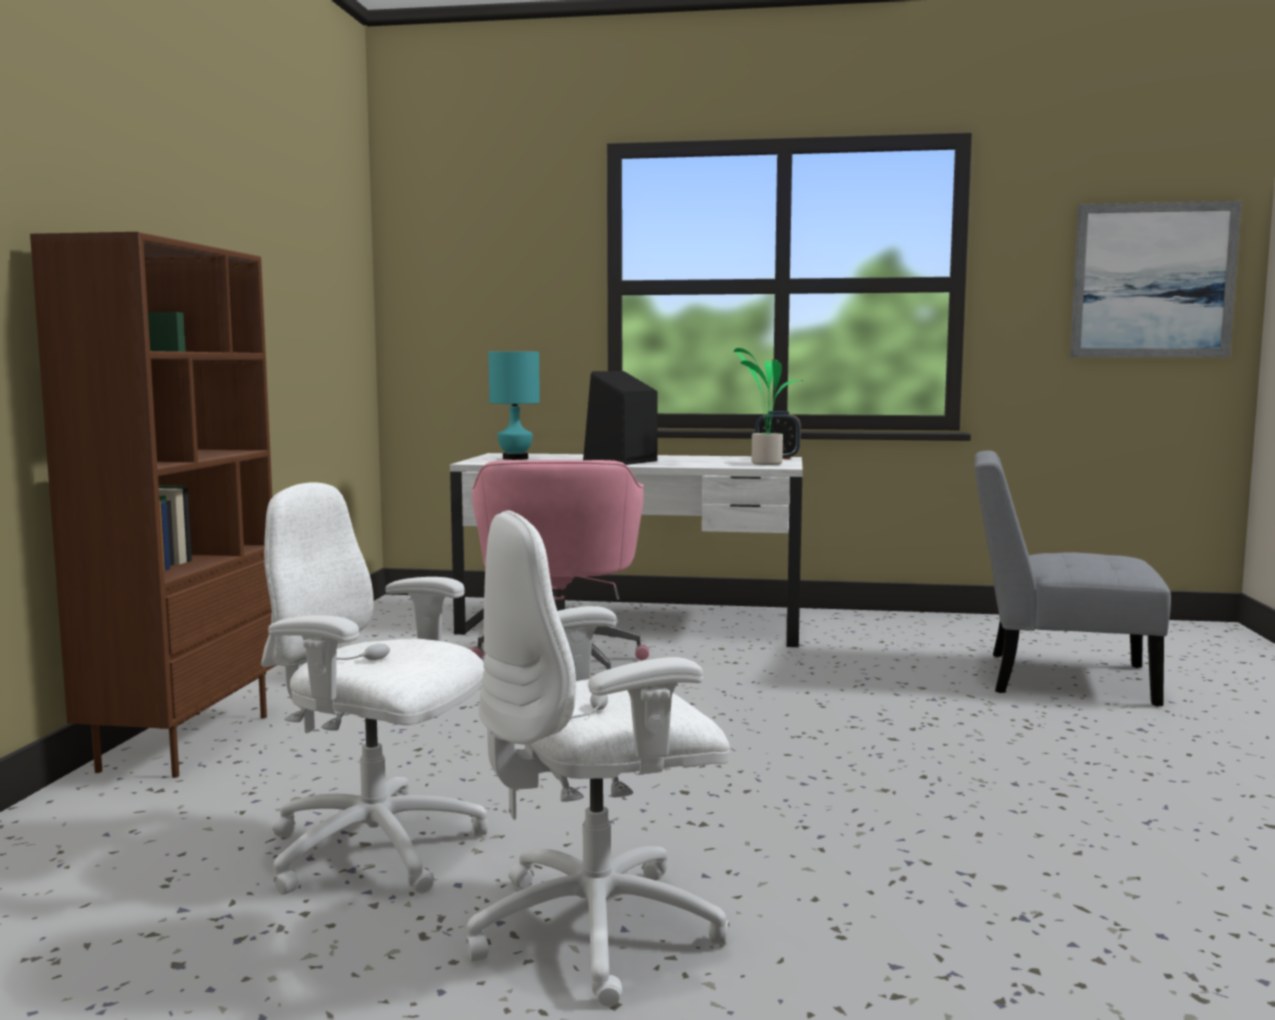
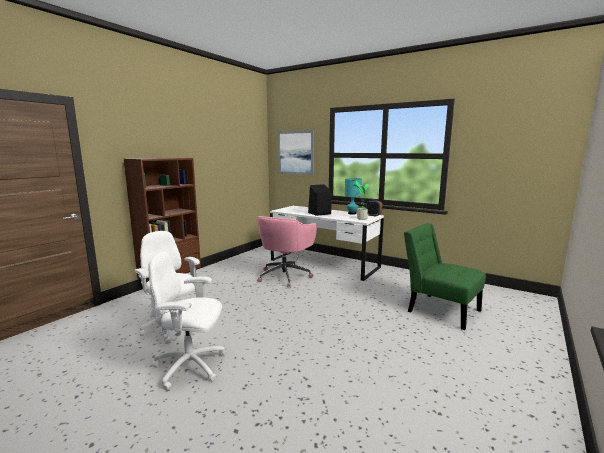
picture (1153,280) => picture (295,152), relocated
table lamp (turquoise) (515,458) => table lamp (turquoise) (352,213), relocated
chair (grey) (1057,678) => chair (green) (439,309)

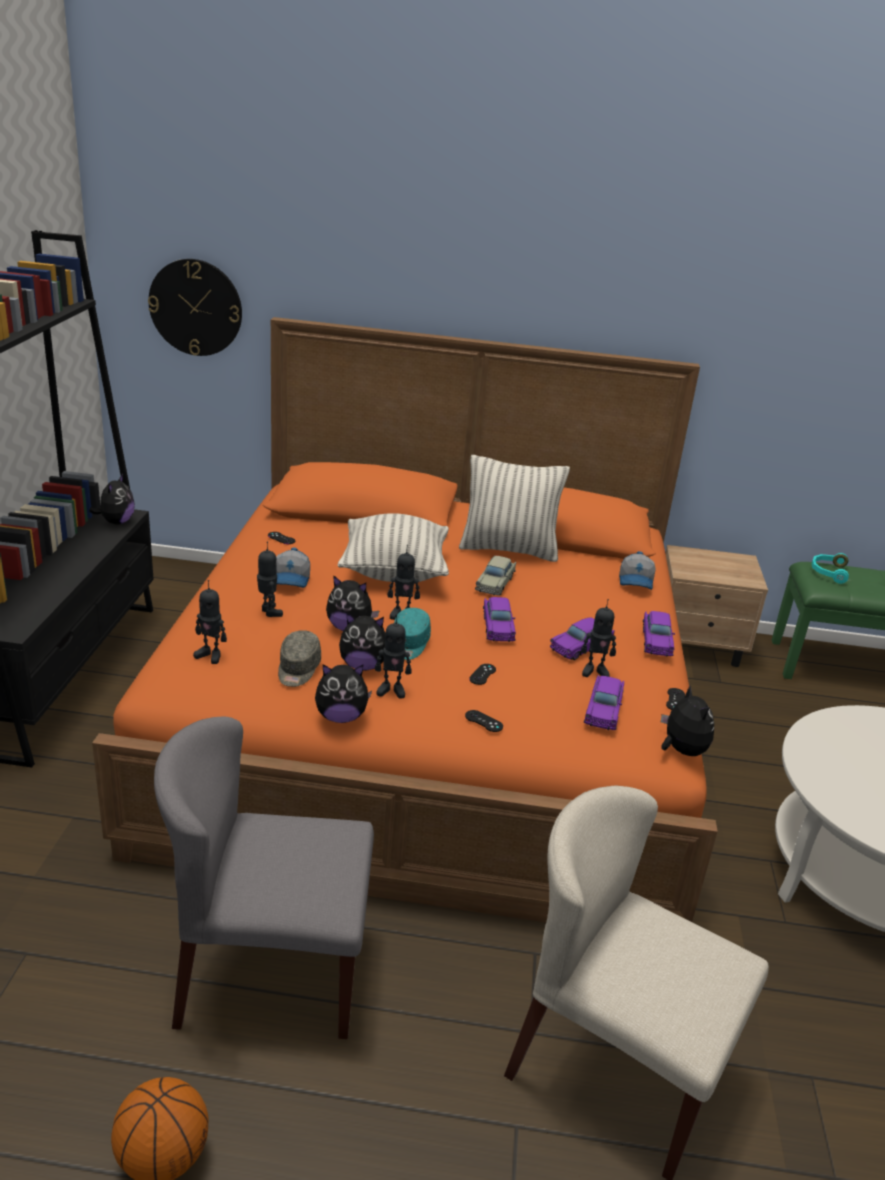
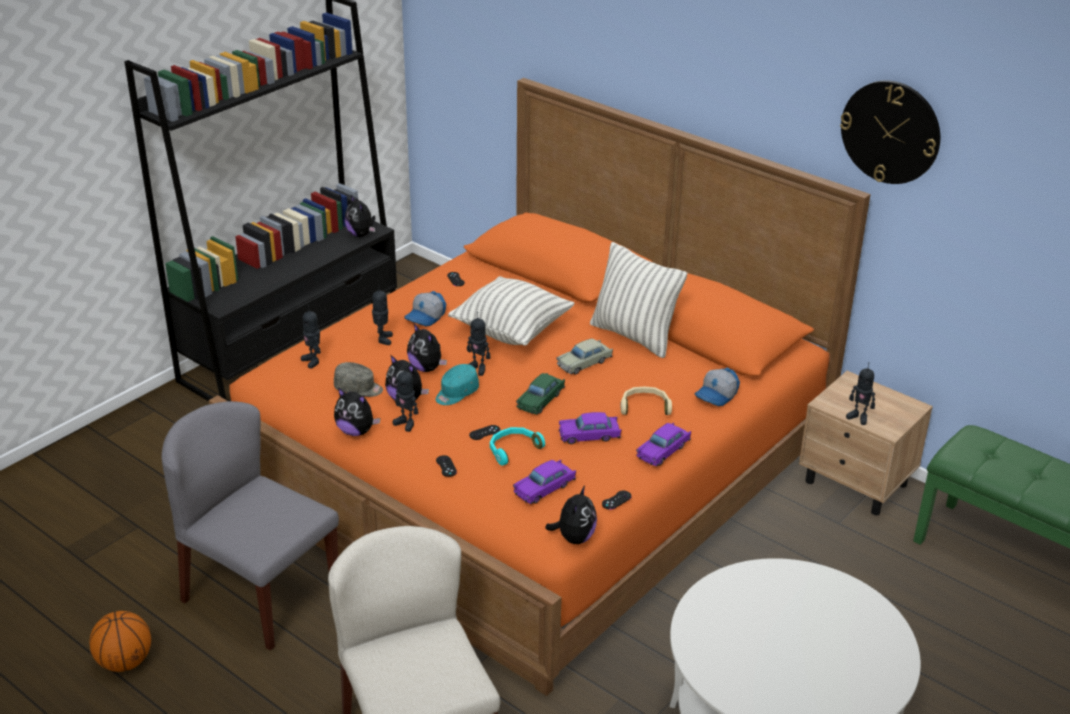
cap (grey) (298,669) => cap (grey) (358,388), 120 degrees counterclockwise
plush toy (116,522) => plush toy (361,234), 105 degrees clockwise
headphones (turquoise) (828,572) => headphones (turquoise) (513,449), relocated
toy car (purple) (498,627) => toy car (green) (541,400)
nothing => headphones (beige) (645,406)
wall clock (196,307) => wall clock (890,132), relocated
toy robot (594,671) => toy robot (858,417), relocated

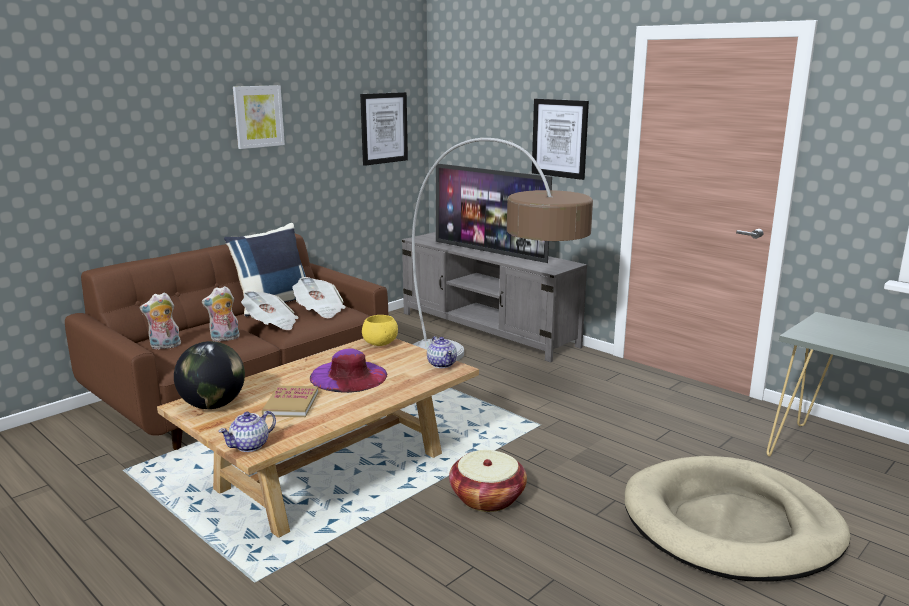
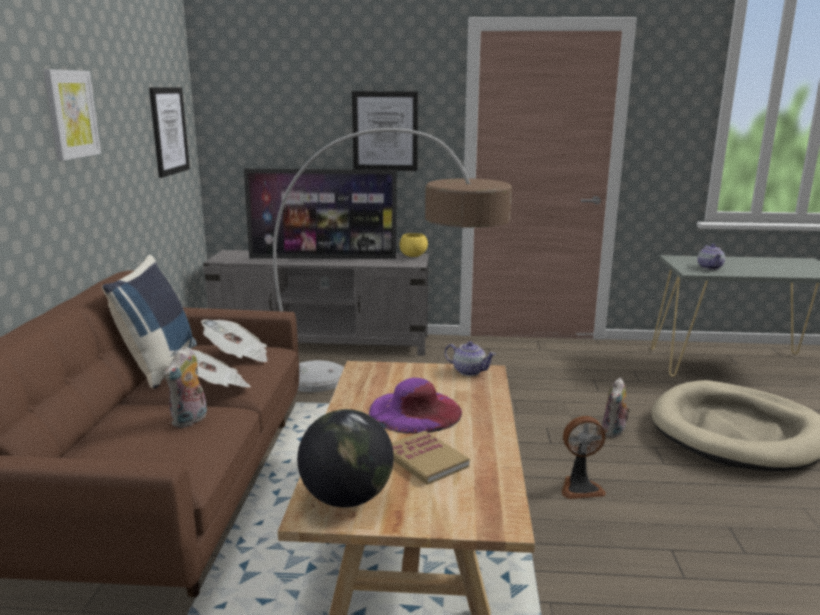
bowl (yellow) (380,344) => bowl (yellow) (413,256), relocated
basket (487,498) => fan (580,487)
plush toy (164,346) => plush toy (614,432), relocated
teapot (250,445) => teapot (710,267), relocated

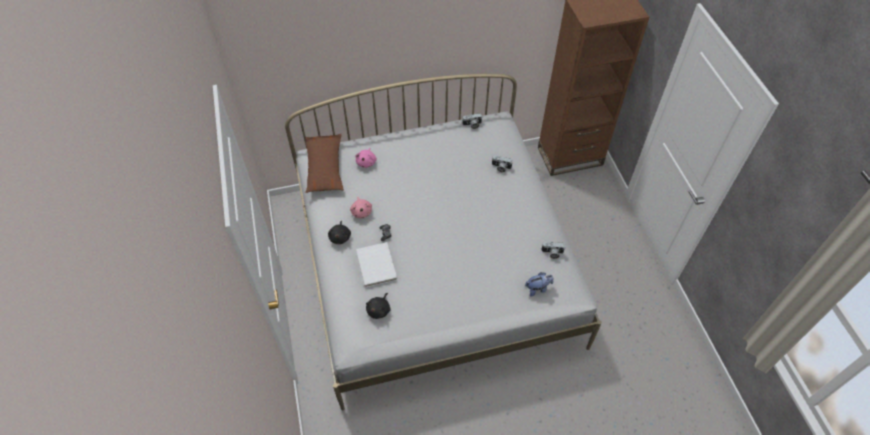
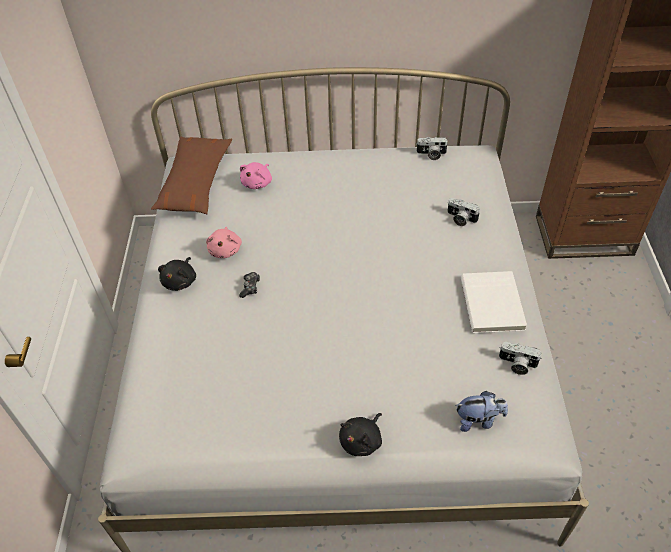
plush toy (black) (379,310) => plush toy (black) (362,440), relocated
book (white) (377,265) => book (white) (493,303), relocated

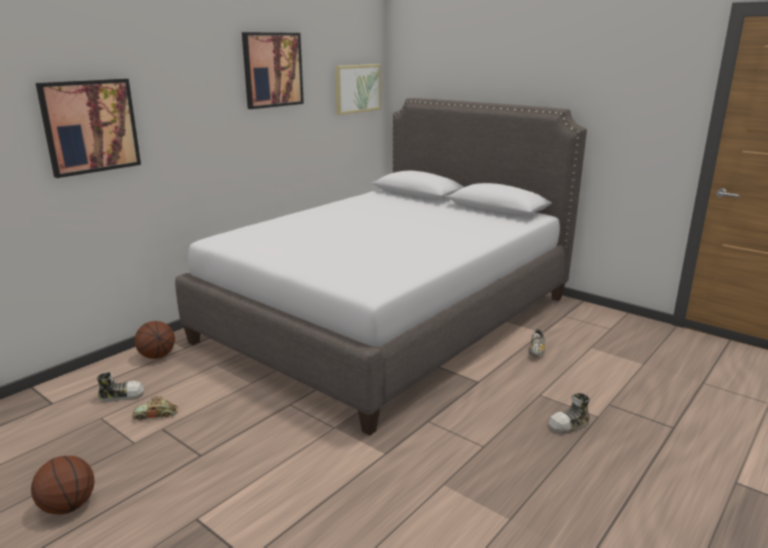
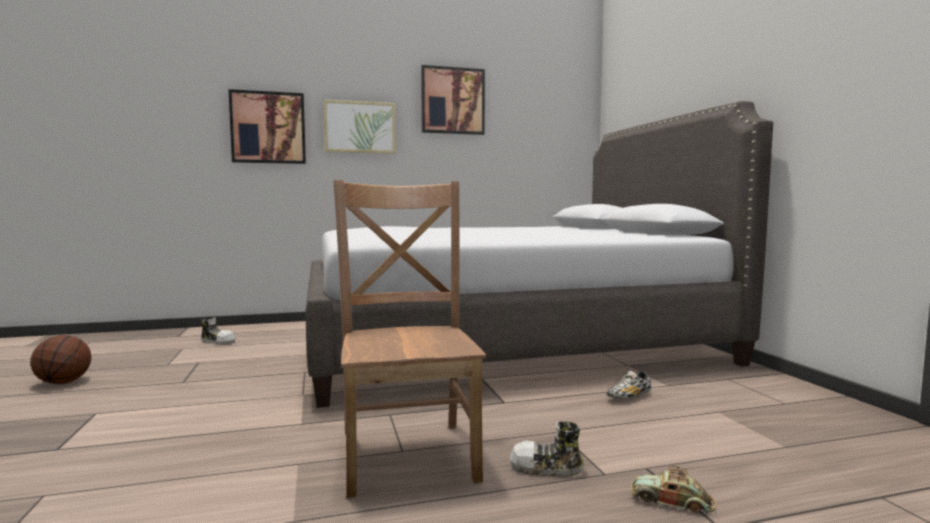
picture (357,88) => picture (360,127), relocated
nothing => chair (brown) (408,452)
toy car (155,415) => toy car (671,501), relocated
basketball (157,356) => nothing

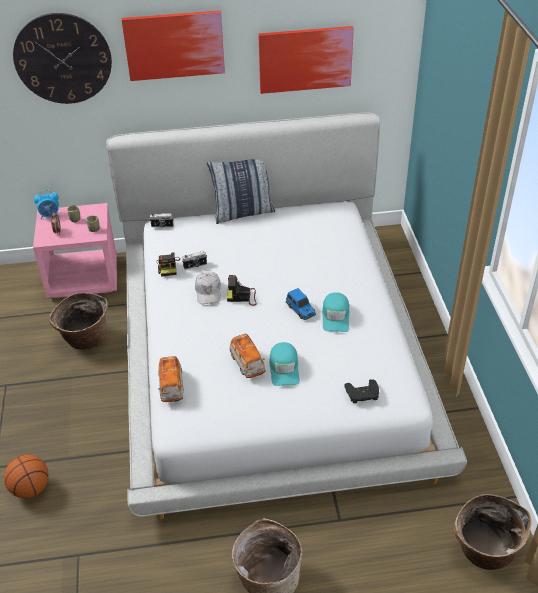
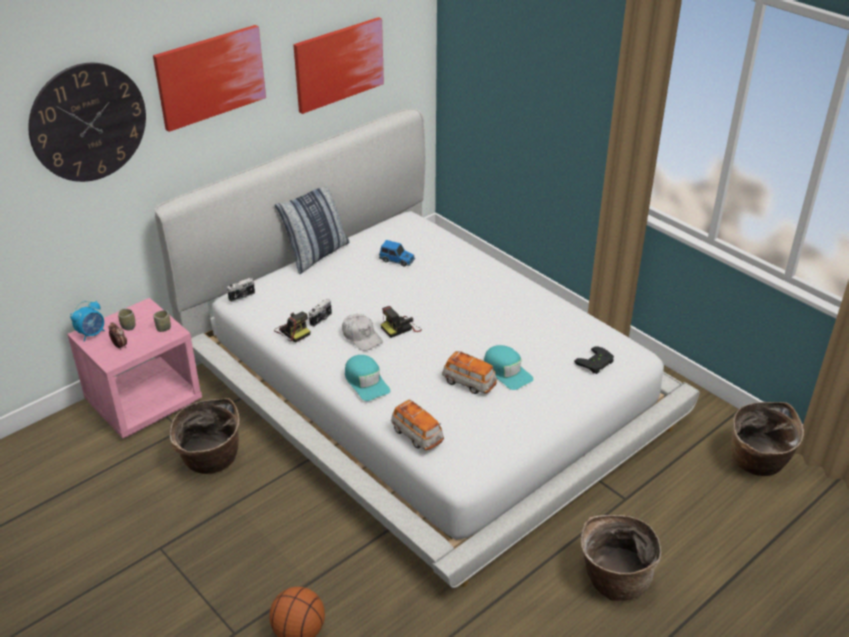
cap (turquoise) (336,316) => cap (turquoise) (366,382), relocated
toy car (301,310) => toy car (397,260), relocated

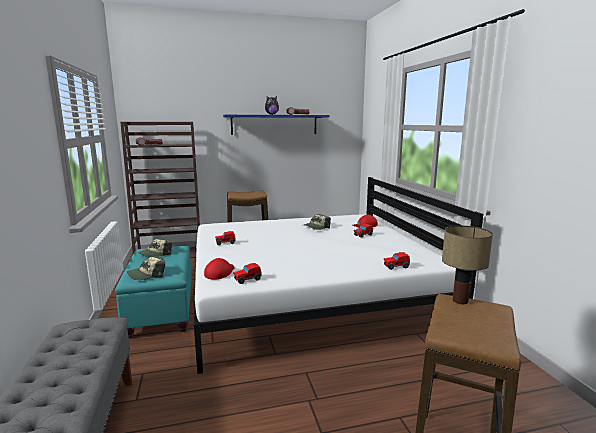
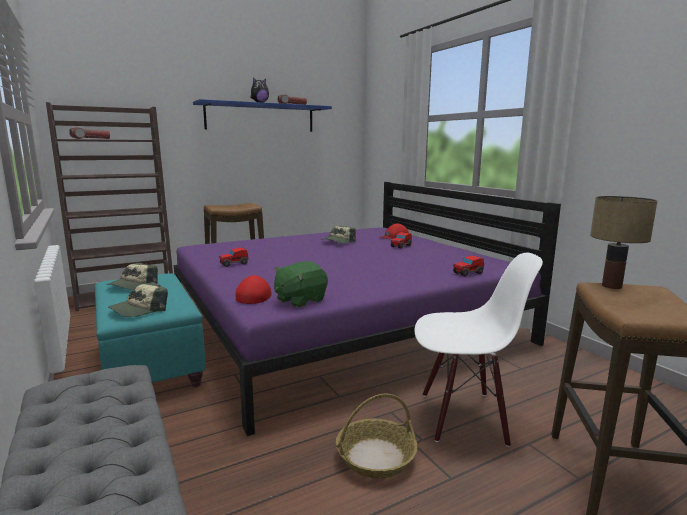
bed (white) (309,294) => bed (purple) (343,324)
toy car (247,279) => plush toy (green) (300,300)
nothing => basket (375,457)
nothing => chair (white) (463,417)

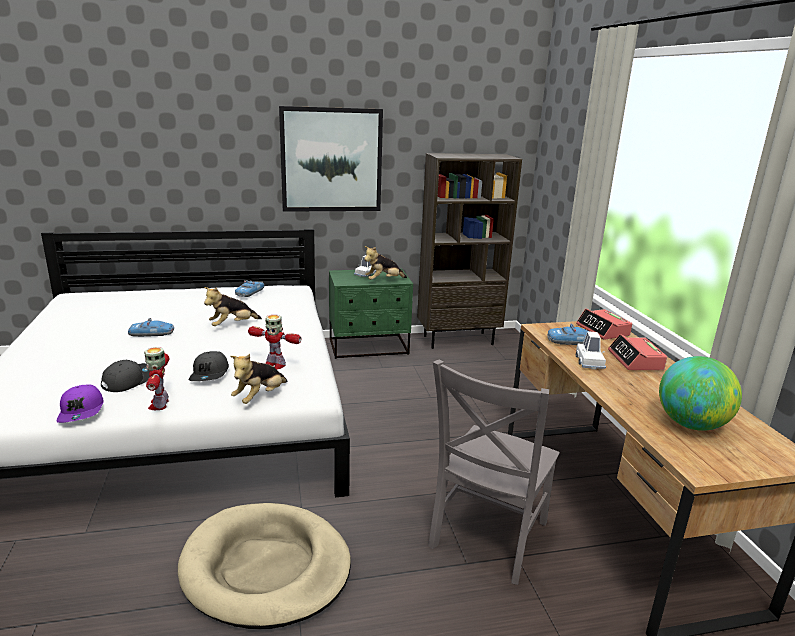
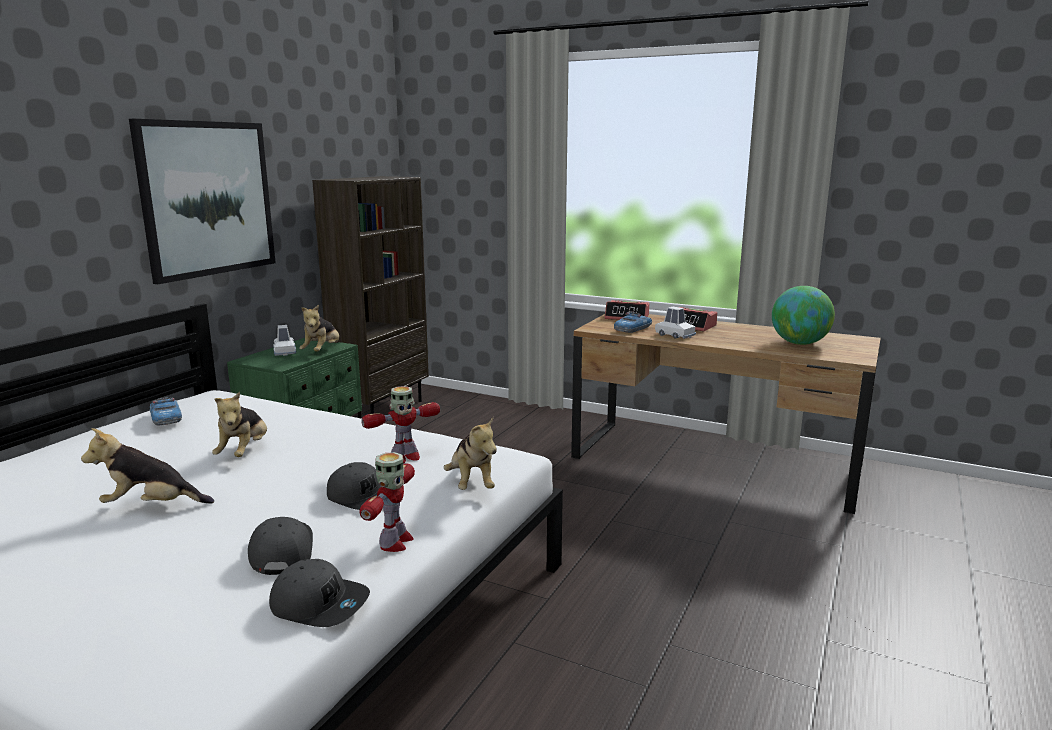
toy car (151,334) => plush toy (151,506)
cap (purple) (82,411) => cap (grey) (320,604)
toy robot (160,404) => toy robot (394,542), 105 degrees counterclockwise
dog bed (beige) (266,568) => nothing
chair (grey) (487,537) => nothing

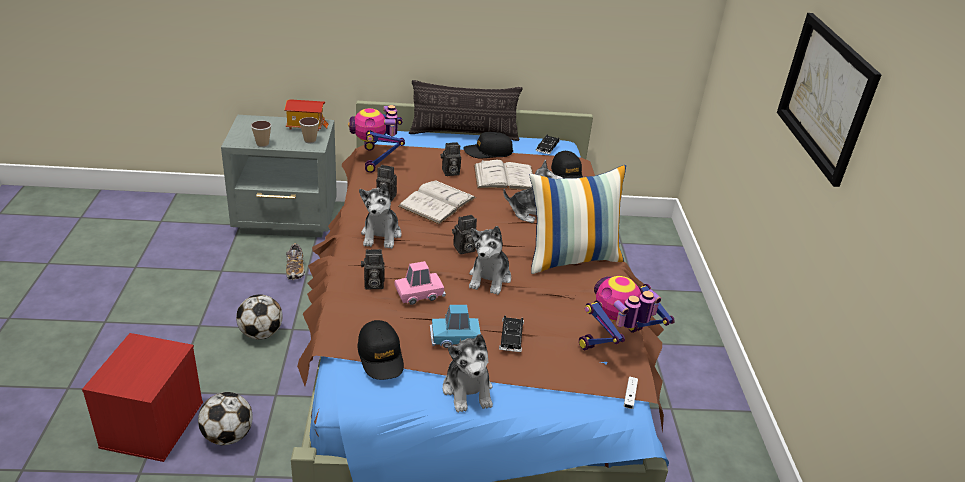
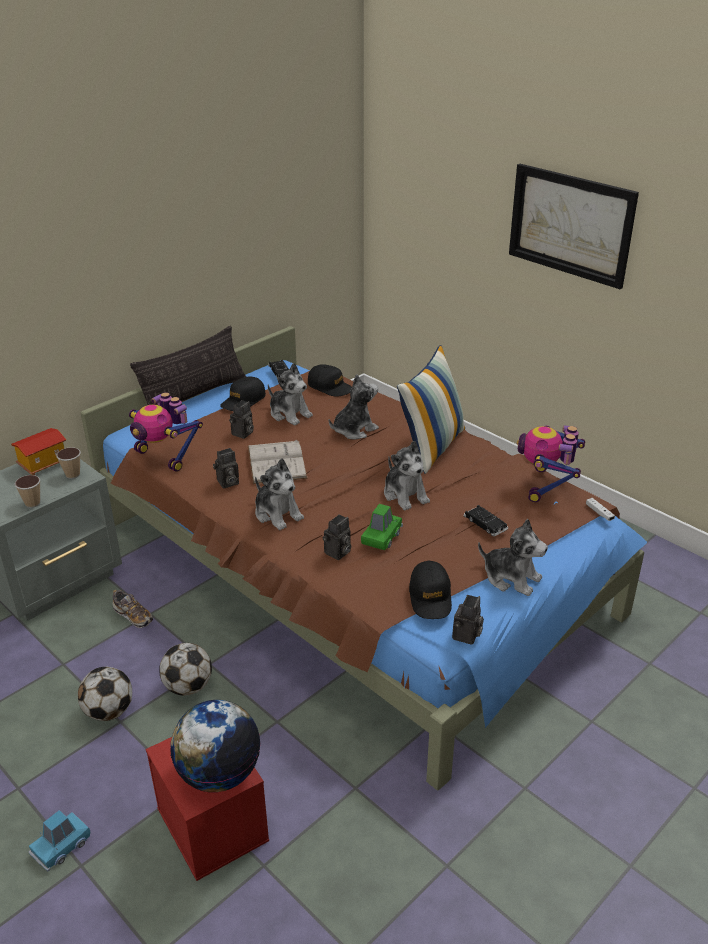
toy car (blue) (454,338) => toy car (blue) (61,846), relocated
football (228,436) => football (109,711), relocated
nothing => globe (219,773)
book (white) (505,177) => plush toy (289,414)
toy car (pink) (419,294) => toy car (green) (381,537)
cap (black) (381,357) => cap (black) (430,597), 60 degrees clockwise
photo camera (463,249) => photo camera (467,636), relocated

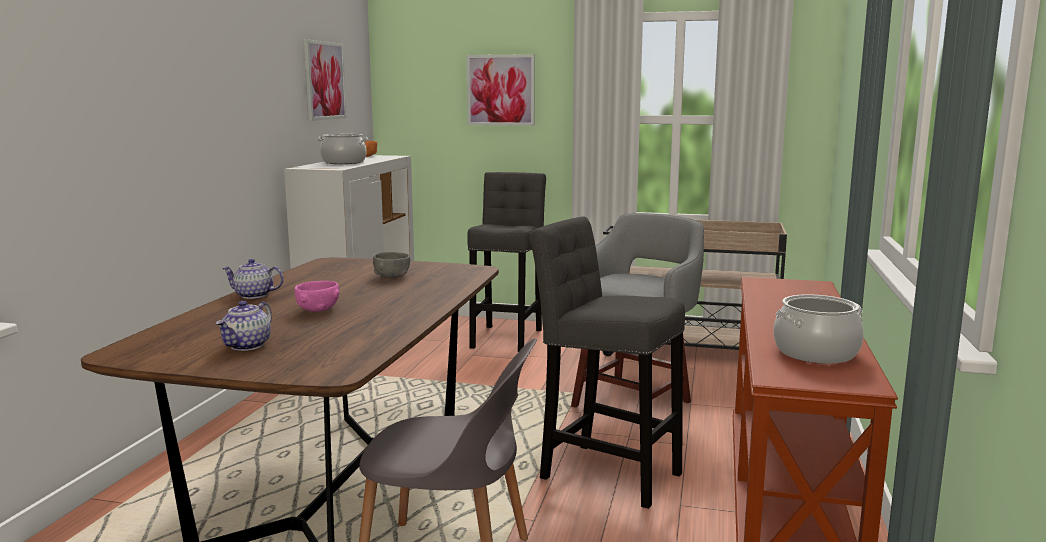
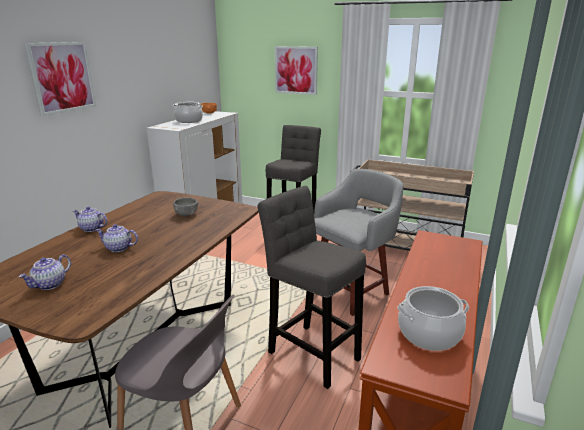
picture (324,80) => picture (62,77), relocated
bowl (pink) (318,310) => teapot (118,248)

